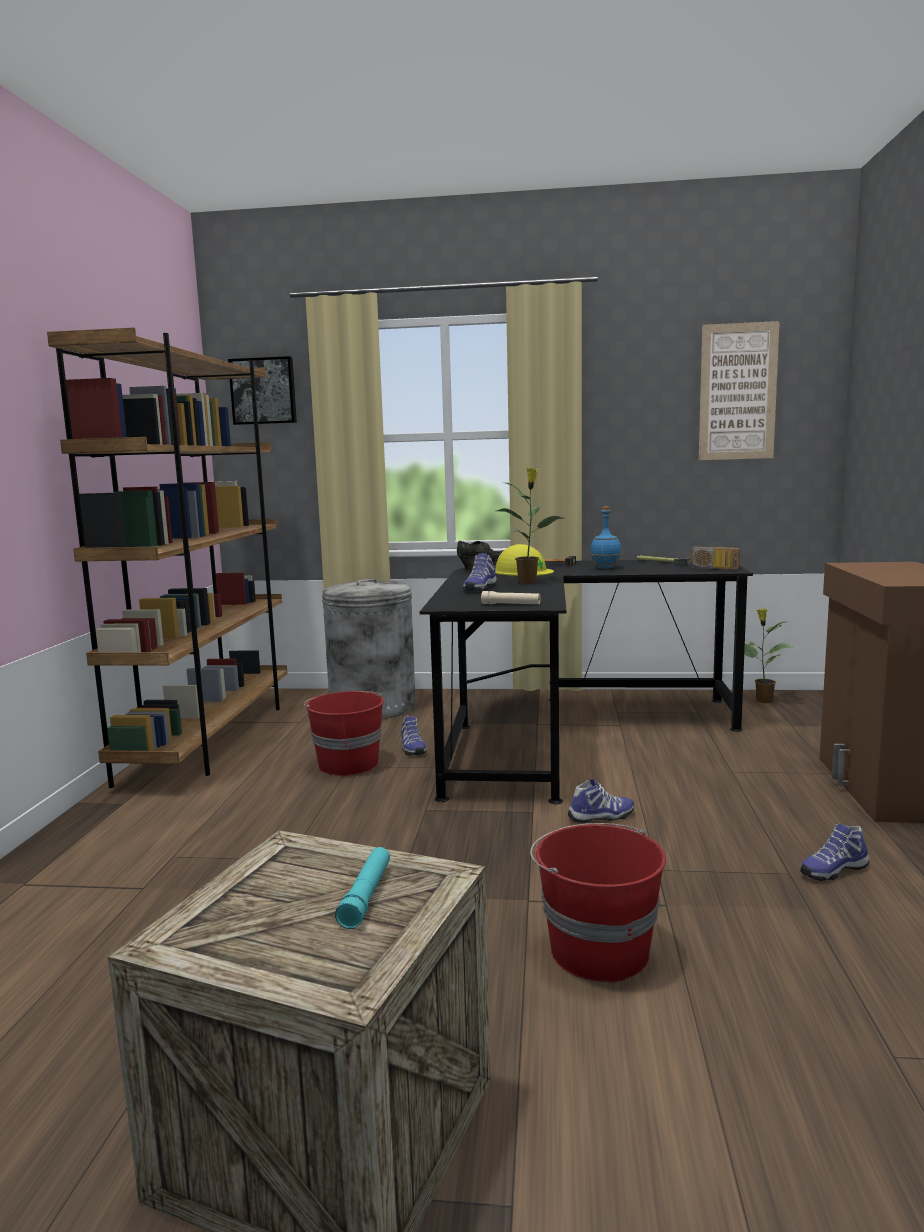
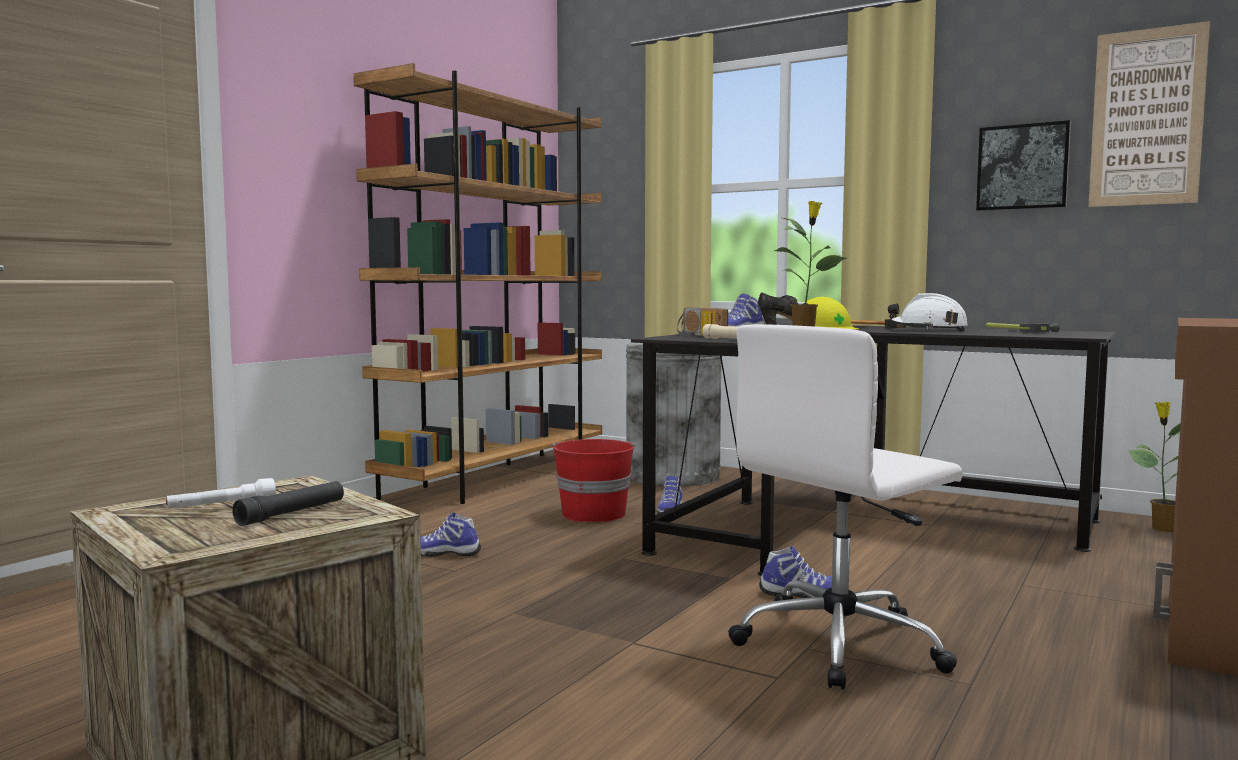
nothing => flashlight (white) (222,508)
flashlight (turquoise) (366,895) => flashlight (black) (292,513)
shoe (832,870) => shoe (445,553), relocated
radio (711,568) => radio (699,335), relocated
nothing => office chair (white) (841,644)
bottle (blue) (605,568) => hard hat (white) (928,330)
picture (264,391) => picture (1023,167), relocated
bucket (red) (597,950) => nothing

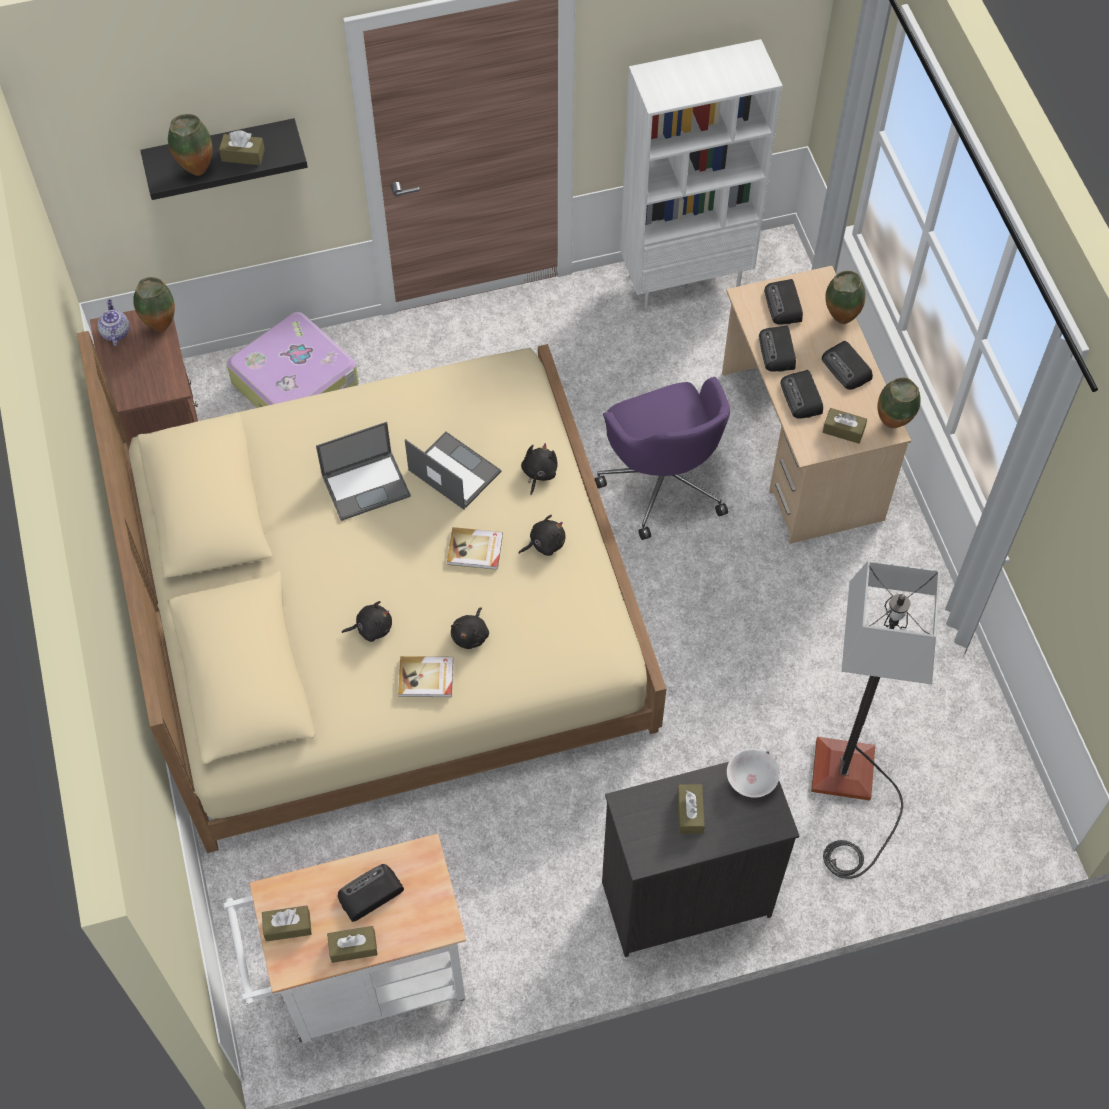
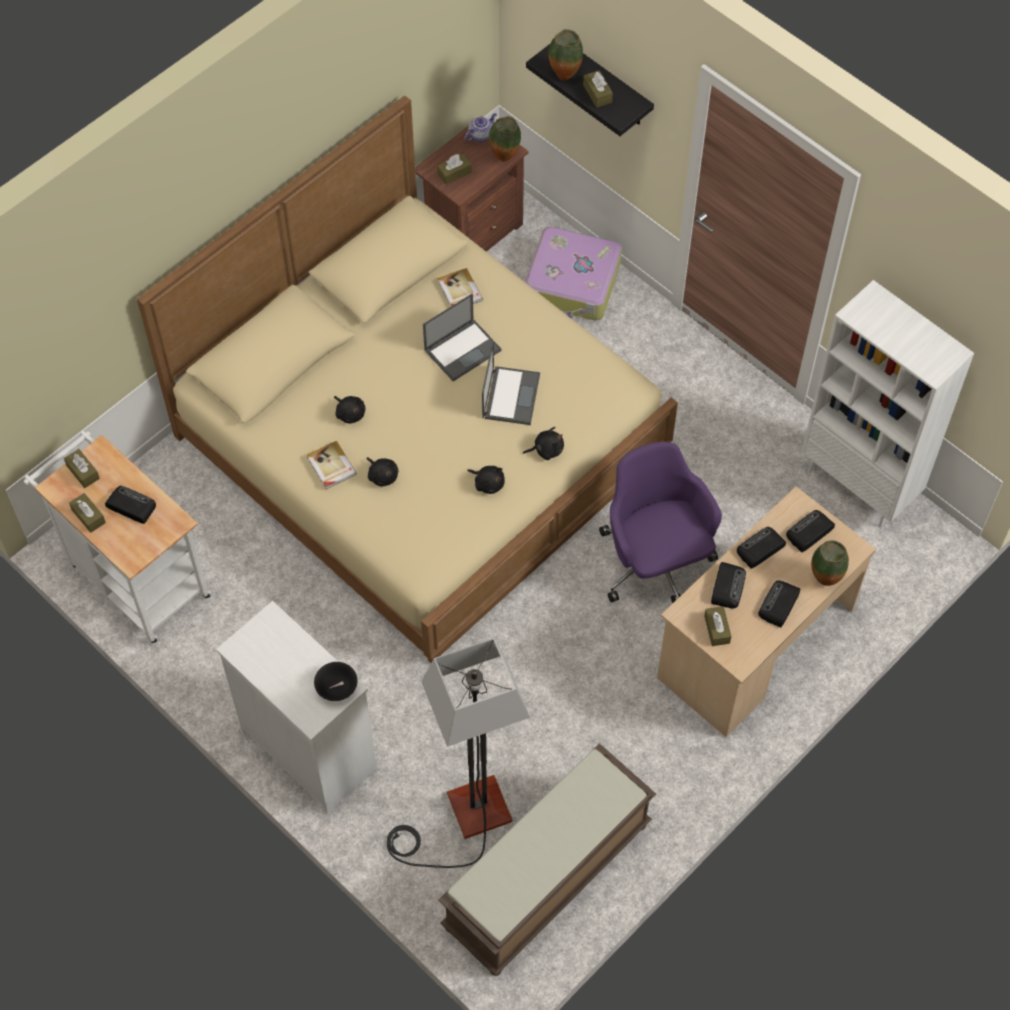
dresser (black) (684,898) => dresser (white) (308,747)
bowl (white) (751,780) => bowl (black) (337,688)
plush toy (black) (471,635) => plush toy (black) (382,475), 120 degrees counterclockwise
laptop (367,485) => laptop (463,349), 75 degrees counterclockwise
tissue box (brown) (690,812) => tissue box (brown) (454,173), relocated
book (475,550) => book (459,291), relocated
nothing => bench (brown) (547,878)
office chair (purple) (663,480) => office chair (purple) (655,562), 120 degrees clockwise
radio (802,398) => radio (727,586), 150 degrees clockwise
vase (893,423) => nothing

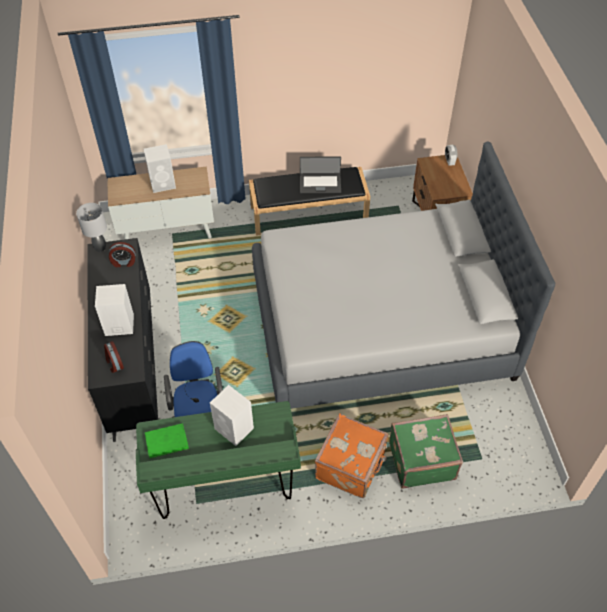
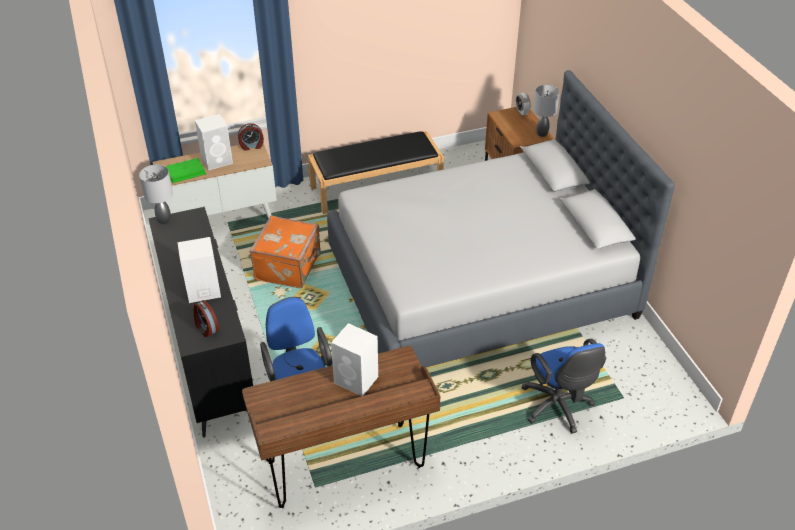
book (green) (167,441) => book (green) (186,172), relocated
alarm clock (124,262) => alarm clock (251,146), relocated
desk (green) (225,487) => desk (brown) (344,465)
suitcase (orange) (351,466) => suitcase (orange) (289,267), relocated
suitcase (green) (421,460) => office chair (blue) (558,408)
nothing => table lamp (grey) (542,133)
laptop (320,183) => nothing

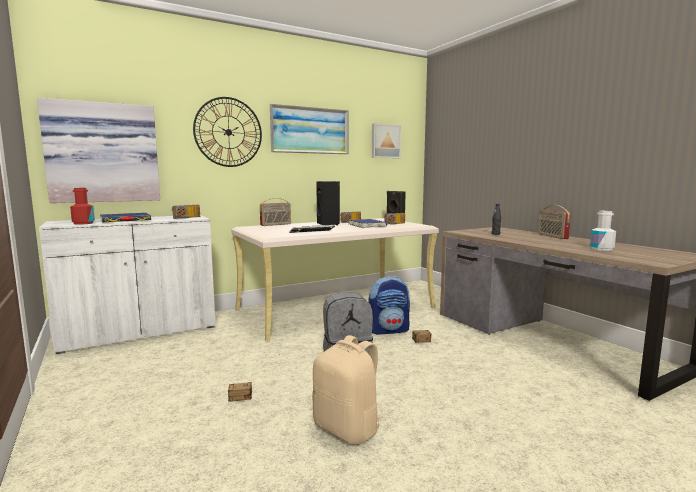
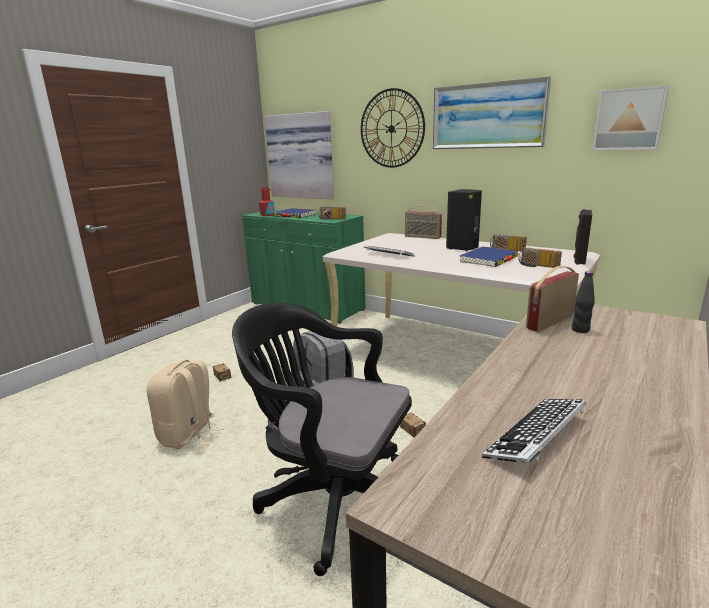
nothing => office chair (black) (333,500)
cabinet (white) (139,331) => cabinet (green) (307,307)
bottle (white) (601,249) => keyboard (536,437)
radio (552,236) => radio (549,322), relocated
backpack (389,330) => nothing

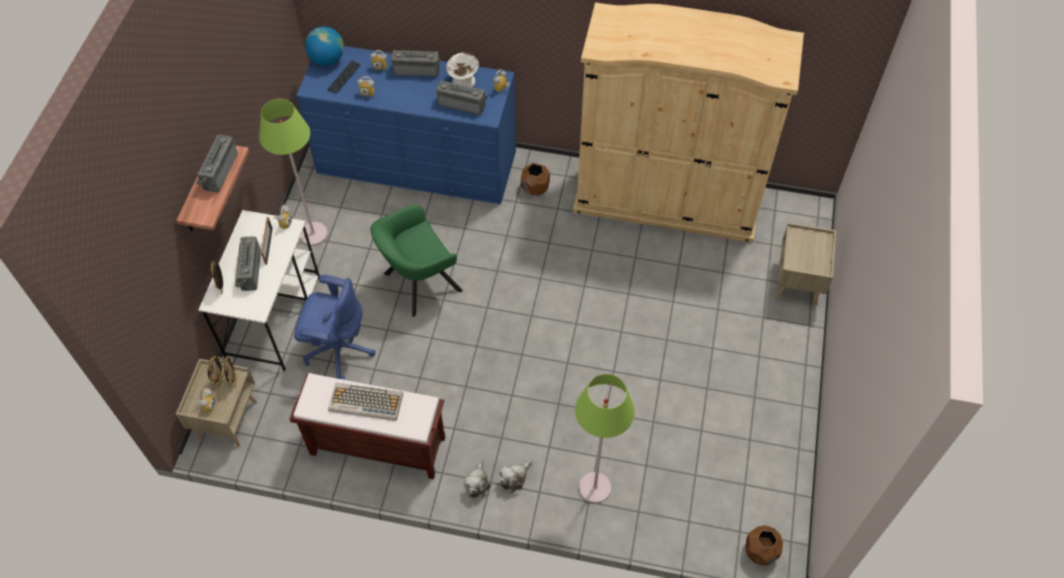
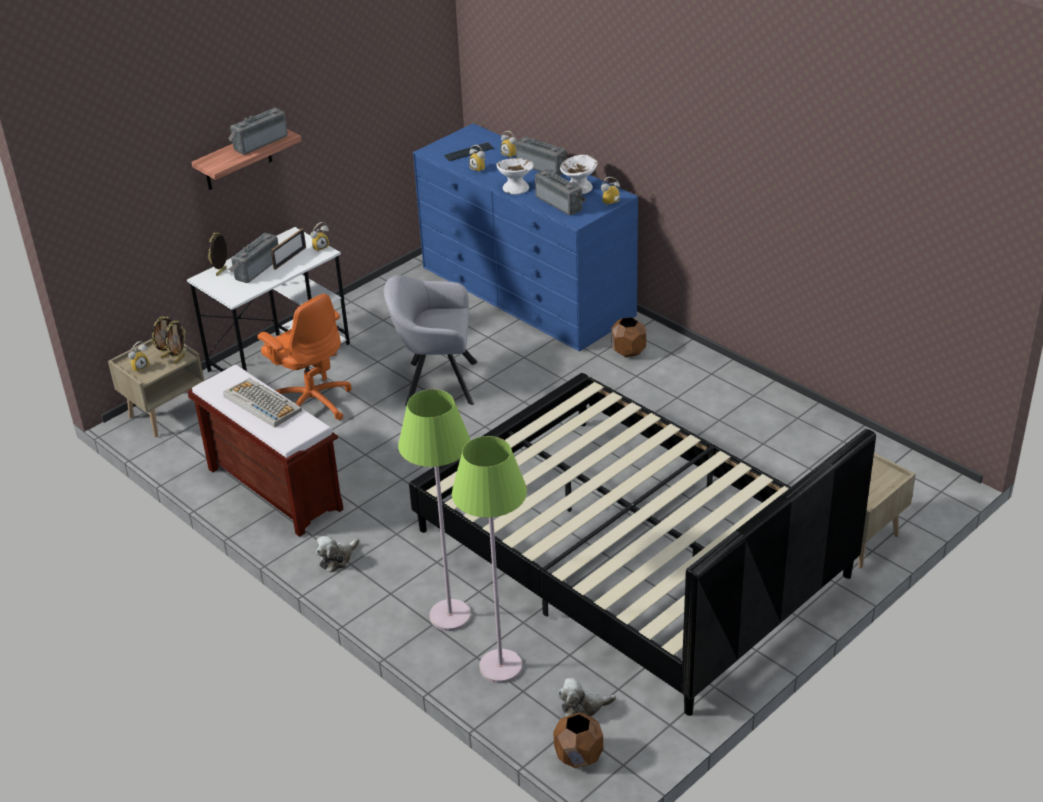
office chair (blue) (338,349) => office chair (orange) (312,403)
armchair (green) (418,284) => armchair (grey) (435,383)
nothing => bed (black) (630,554)
floor lamp (green) (313,234) => floor lamp (green) (500,667), relocated
nothing => bowl (white) (515,188)
plush toy (514,478) => plush toy (583,707), relocated
globe (327,59) => nothing
wardrobe (beige) (666,200) => nothing

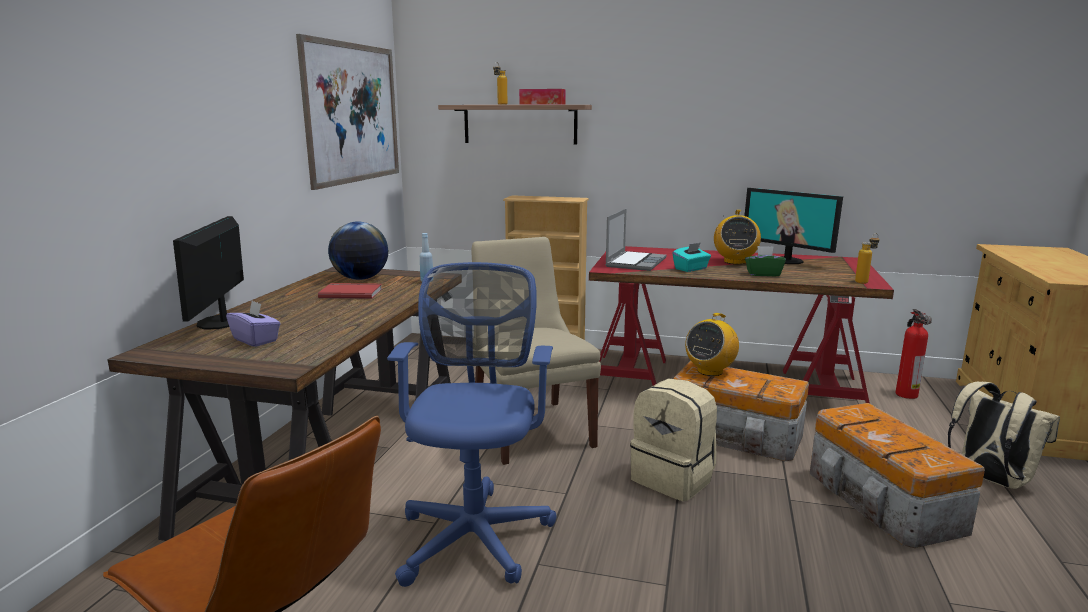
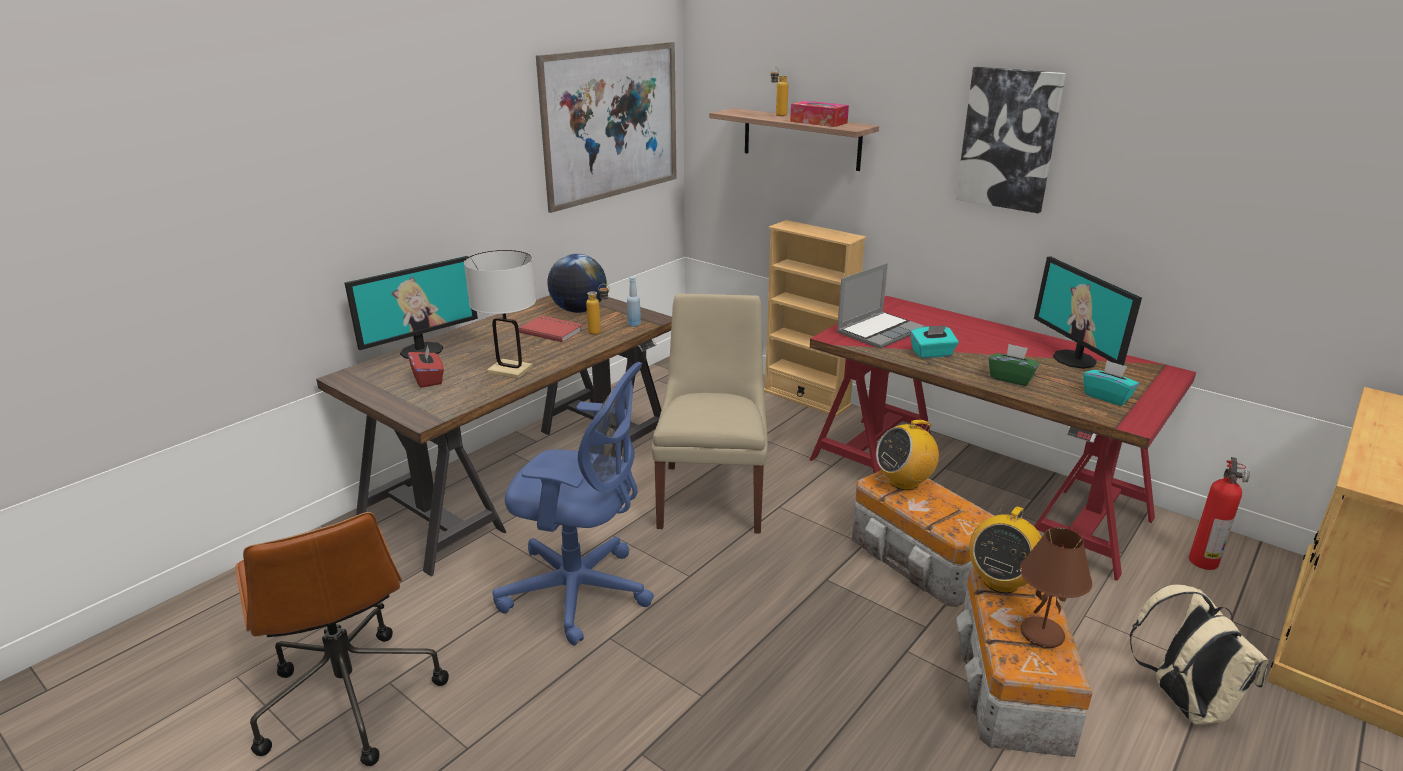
monitor (221,322) => monitor (421,350), 150 degrees counterclockwise
tissue box (purple) (256,340) => tissue box (red) (428,379)
nothing => table lamp (white) (510,370)
office chair (blue) (476,533) => office chair (blue) (581,592), 75 degrees clockwise
bottle (864,281) => bottle (599,332), relocated
nothing => picture (1009,139)
radio (734,262) => radio (1000,581), relocated
nothing => table lamp (brown) (1042,634)
nothing => tissue box (turquoise) (1107,397)
backpack (beige) (673,478) => nothing

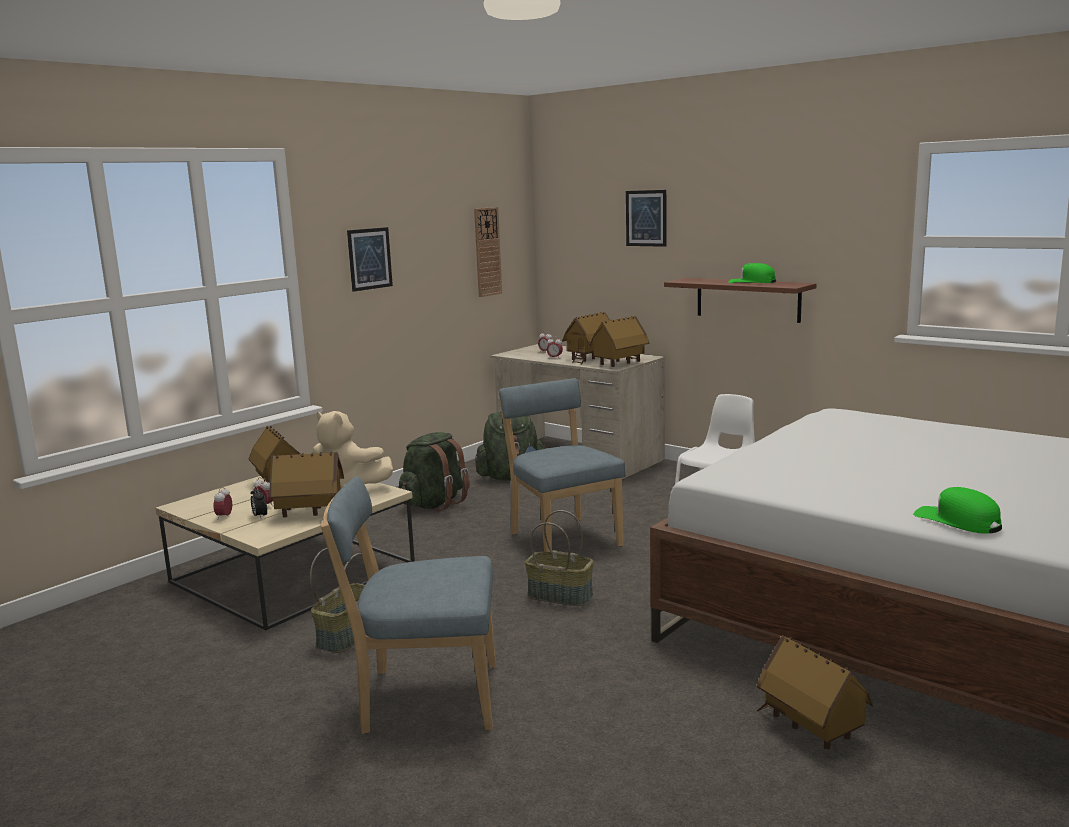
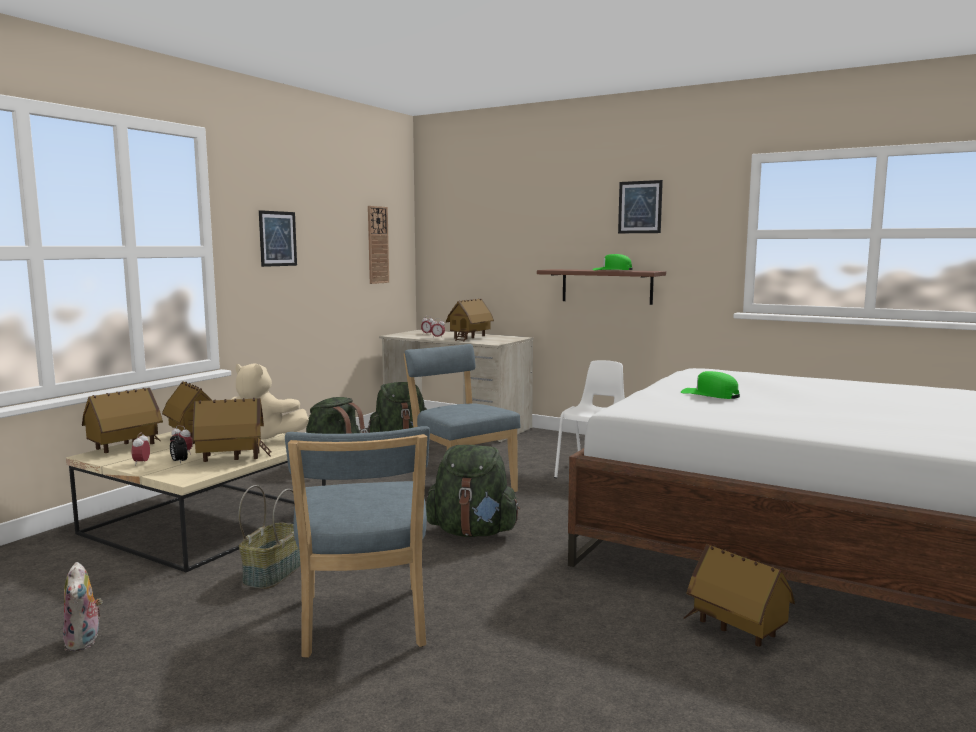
nothing => plush toy (85,641)
toy house (620,364) => toy house (125,447), relocated
chair (blue) (423,699) => chair (blue) (363,625), 90 degrees counterclockwise
basket (561,595) => backpack (green) (473,532)
picture (646,218) => picture (640,207), relocated
cap (green) (957,521) => cap (green) (710,394), relocated

